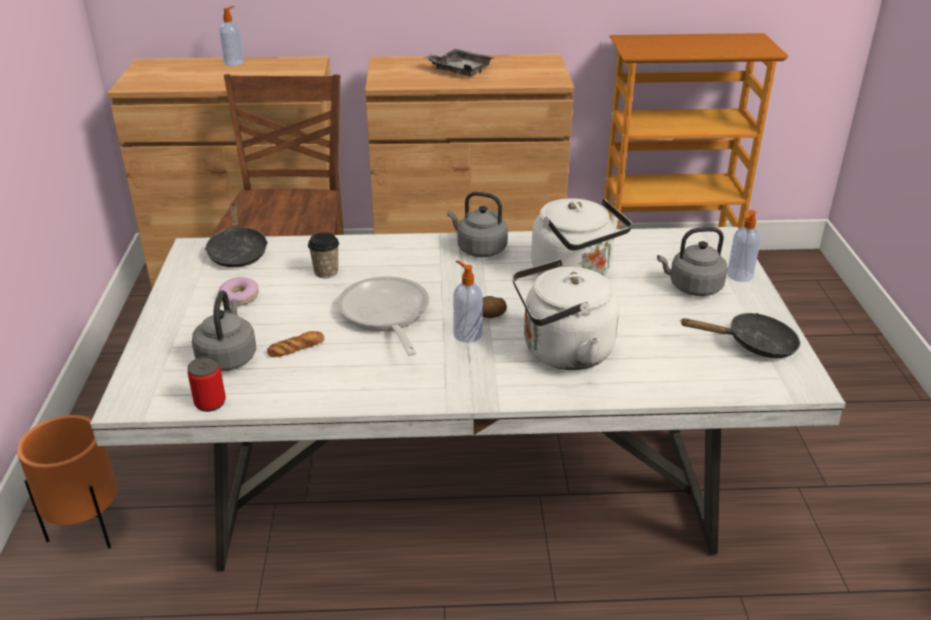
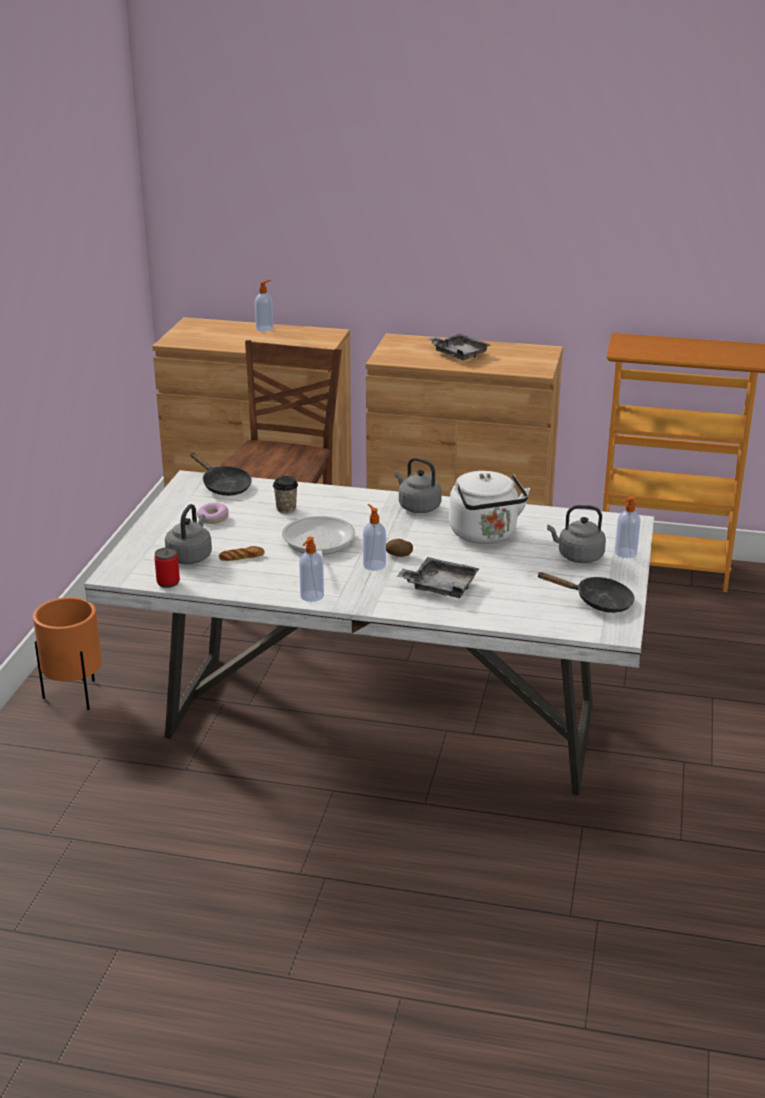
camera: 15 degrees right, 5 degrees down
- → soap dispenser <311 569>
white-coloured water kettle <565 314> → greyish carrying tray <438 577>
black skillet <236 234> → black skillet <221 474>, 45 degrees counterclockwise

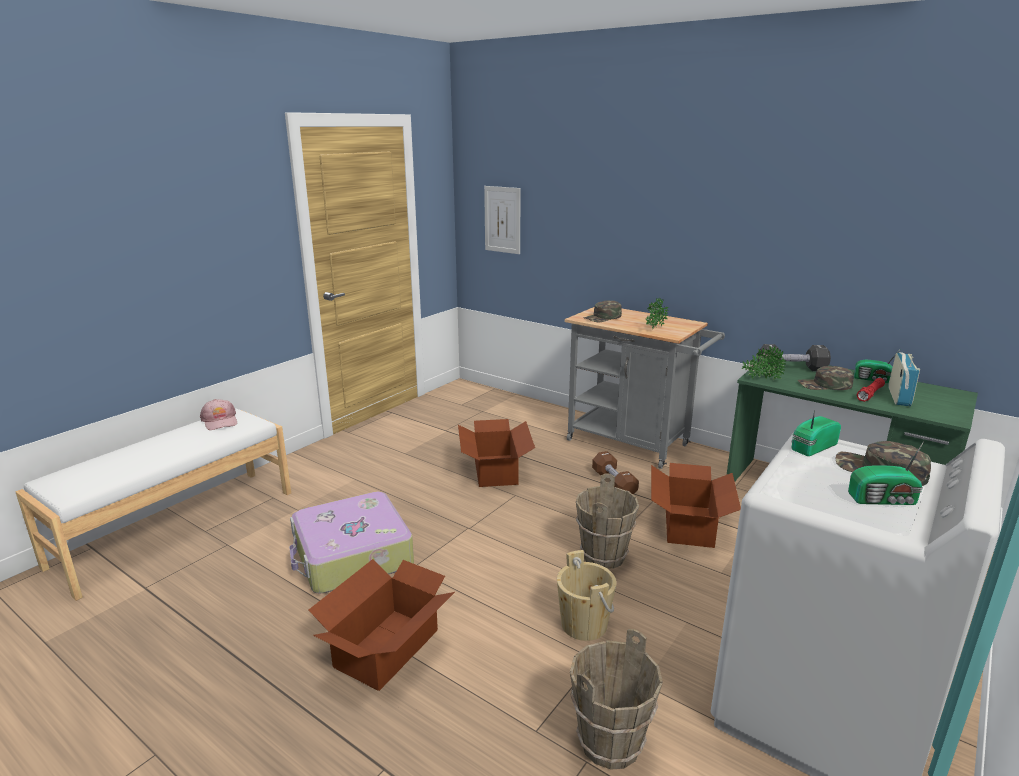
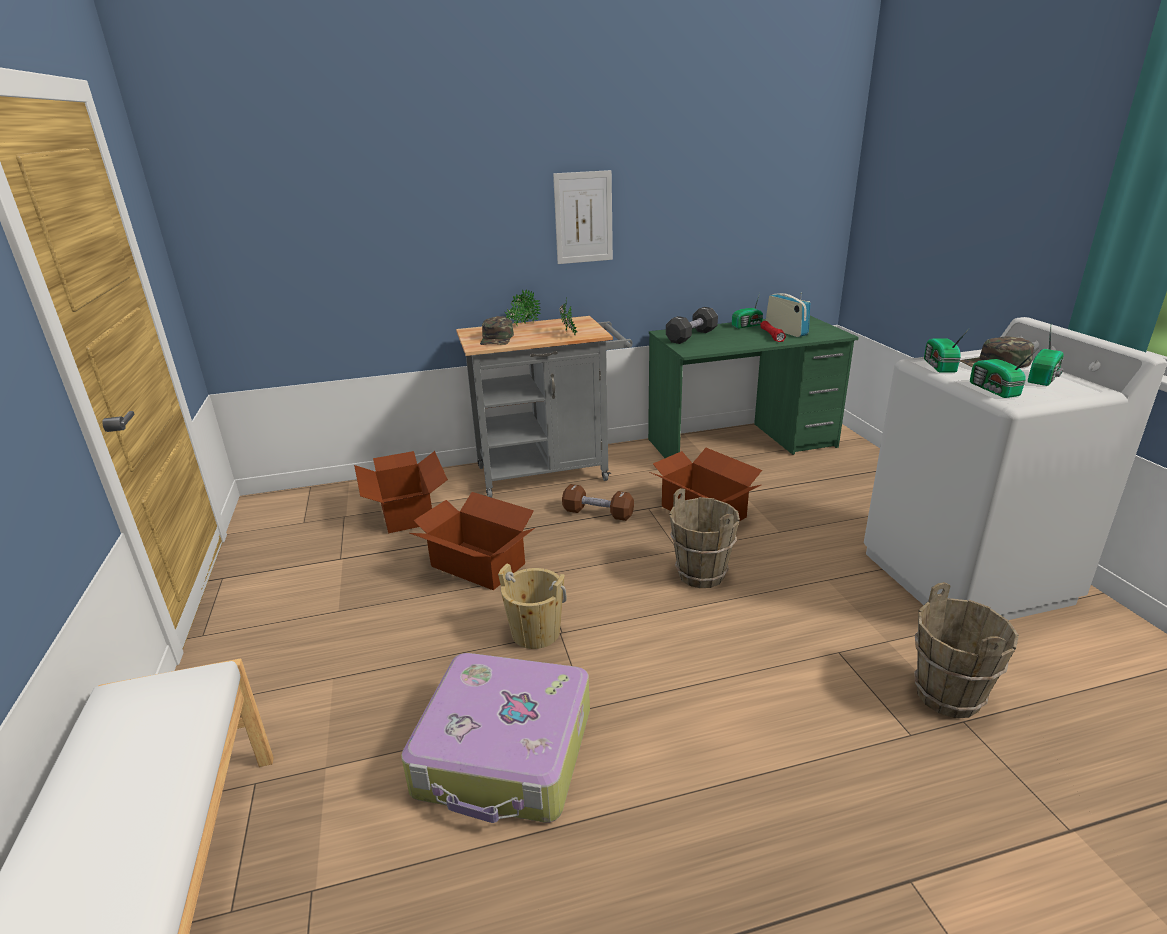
camera: 50 degrees left, 5 degrees up
pinkish peaked cap <218 414> → -
green-coloured peaked cap <826 378> → -
- → radio <1004 373>
carton <381 625> → carton <401 492>, relocated
wall art <502 220> → wall art <583 217>, relocated
beige pail <587 595> → beige pail <532 606>, relocated
potted plant <764 363> → potted plant <523 308>, relocated

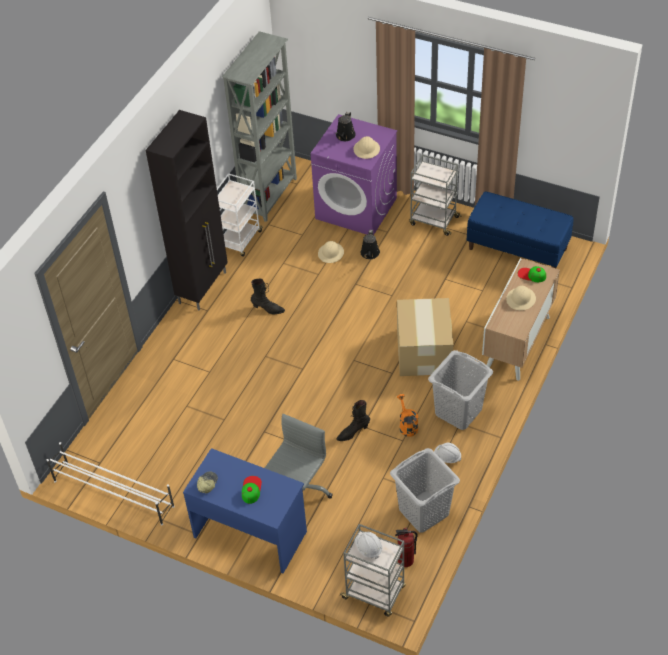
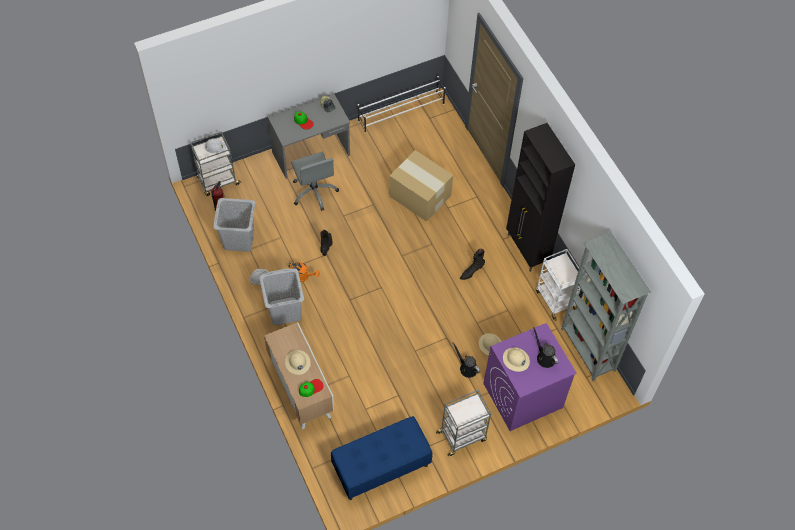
camera: 125 degrees right, 10 degrees up
carton <425 337> → carton <421 186>, relocated
bluish desk <245 510> → greyish desk <309 136>

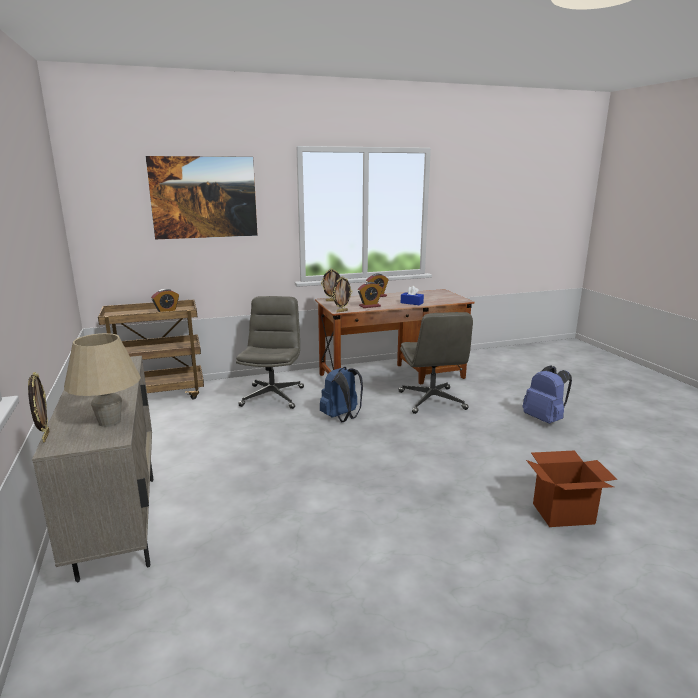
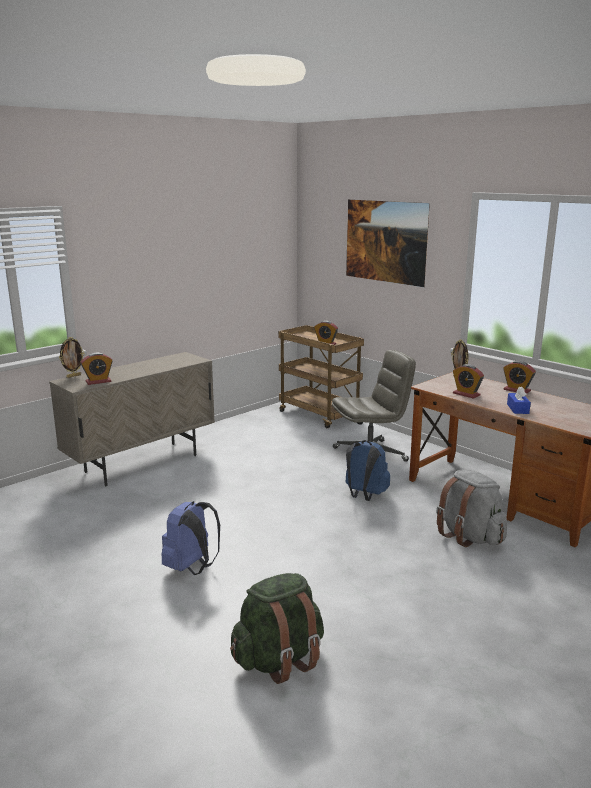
camera: 65 degrees right, 0 degrees up
photo frame <342 294> → -
bluish knapsack <547 395> → bluish knapsack <191 538>, relocated
beige tabletop lamp <102 380> → bedside clock <96 369>
greyish office chair <436 363> → greyish knapsack <471 508>
carton <571 488> → green-coloured knapsack <277 628>

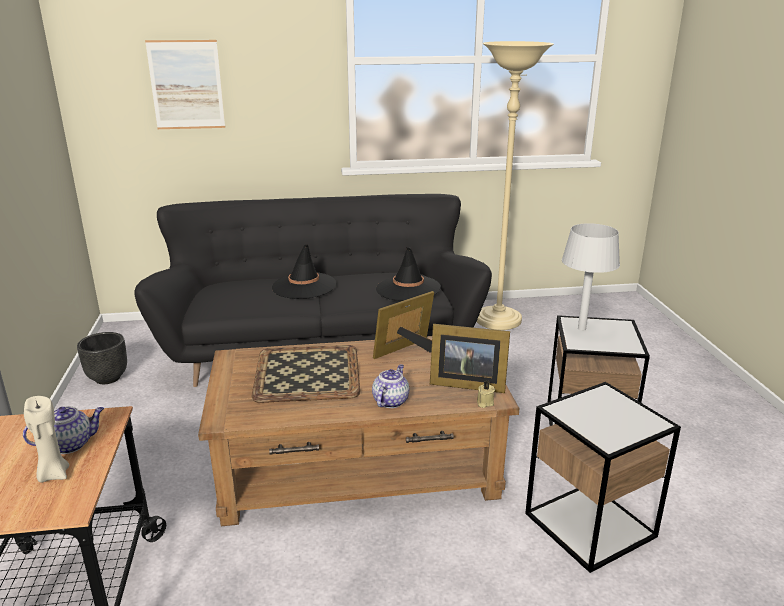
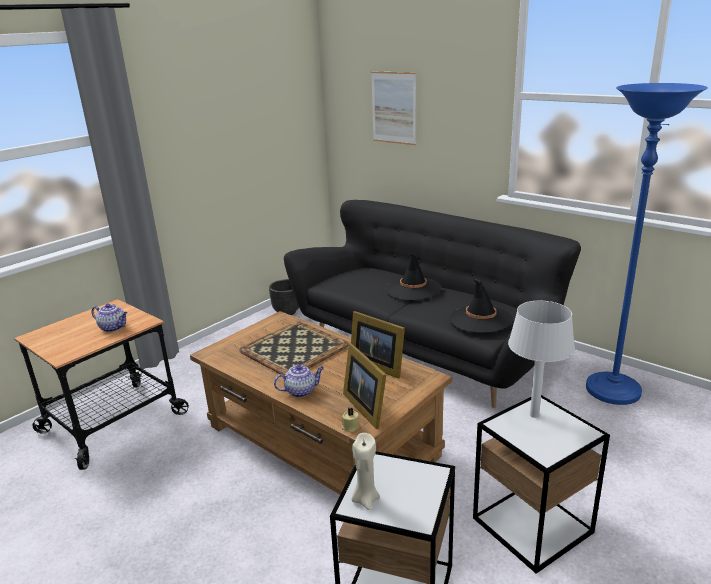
camera: 50 degrees right, 0 degrees up
beige wax candle <46 439> → beige wax candle <366 471>, relocated
beige standing lamp <515 185> → bluish standing lamp <647 244>
photo frame <403 325> → photo frame <378 345>, 150 degrees counterclockwise

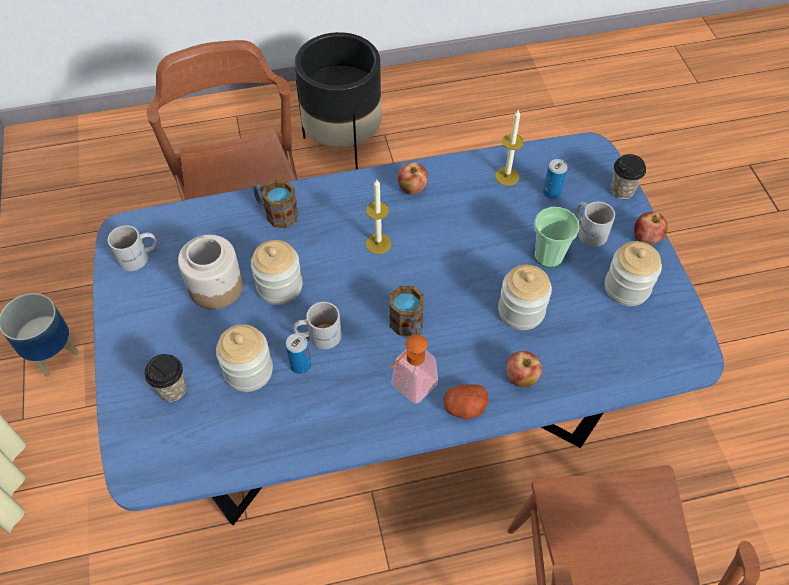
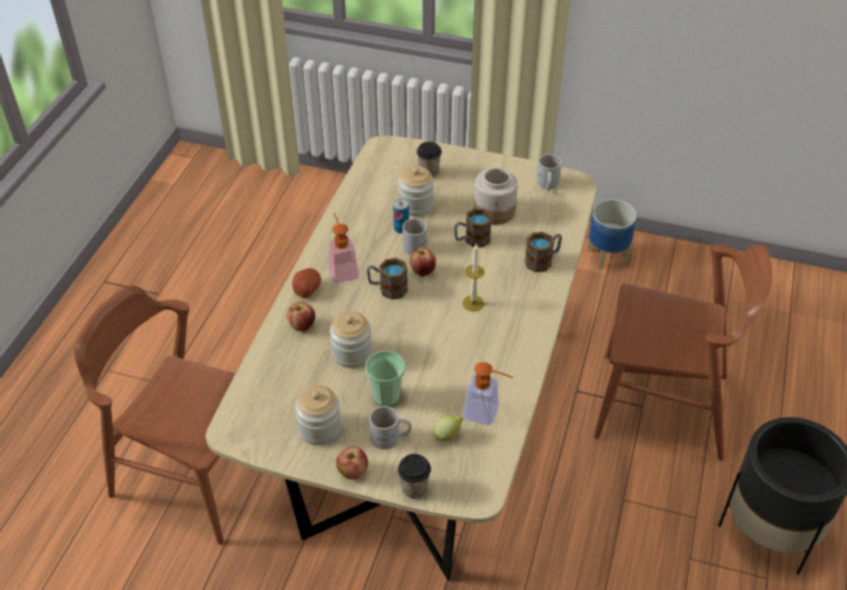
camera: 120 degrees right, 10 degrees down
apple fruit <412 178> → apple fruit <423 262>, relocated
storage jar <277 272> → mug <473 228>
wax candle <509 147> → soap dispenser <488 393>
metal can <555 179> → lemon <448 428>
bluish dinner table <408 329> → beige dinner table <401 358>

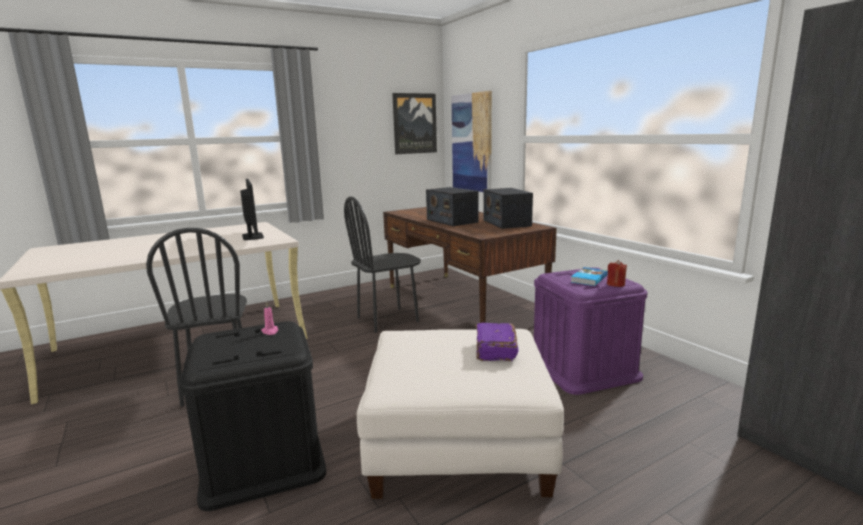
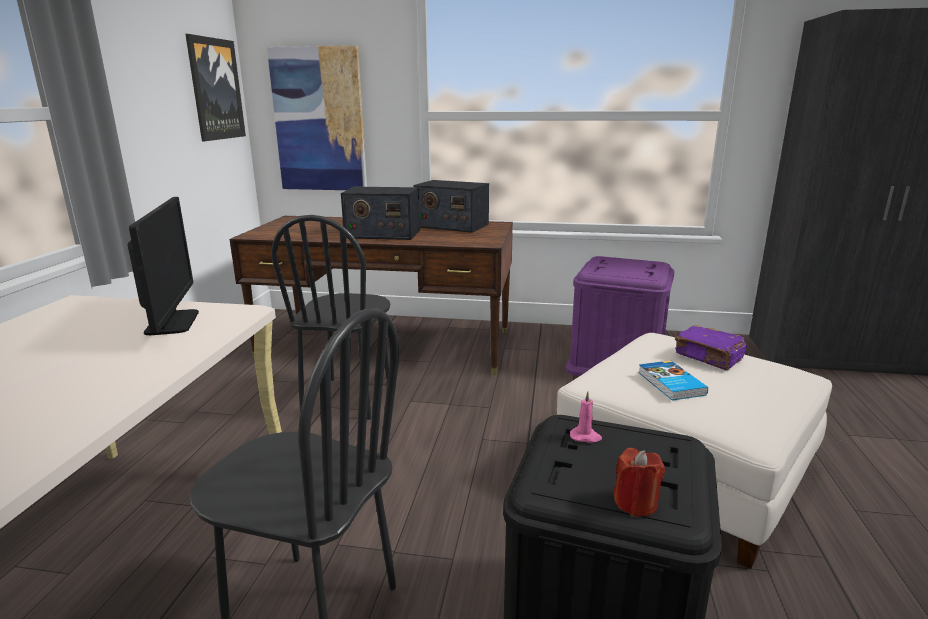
camera: 50 degrees left, 5 degrees up
bound book <589 276> → bound book <673 380>, relocated
reddish wax candle <617 273> → reddish wax candle <639 482>, relocated
monitor <252 209> → monitor <163 266>, 60 degrees clockwise

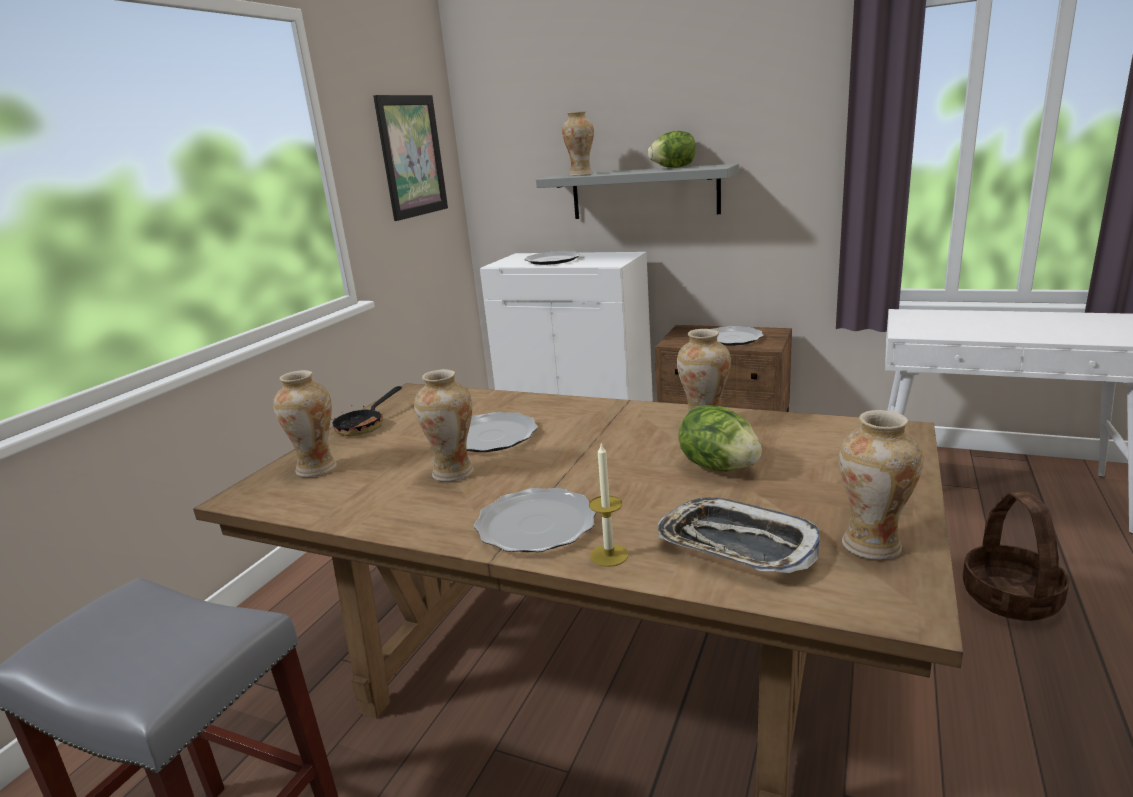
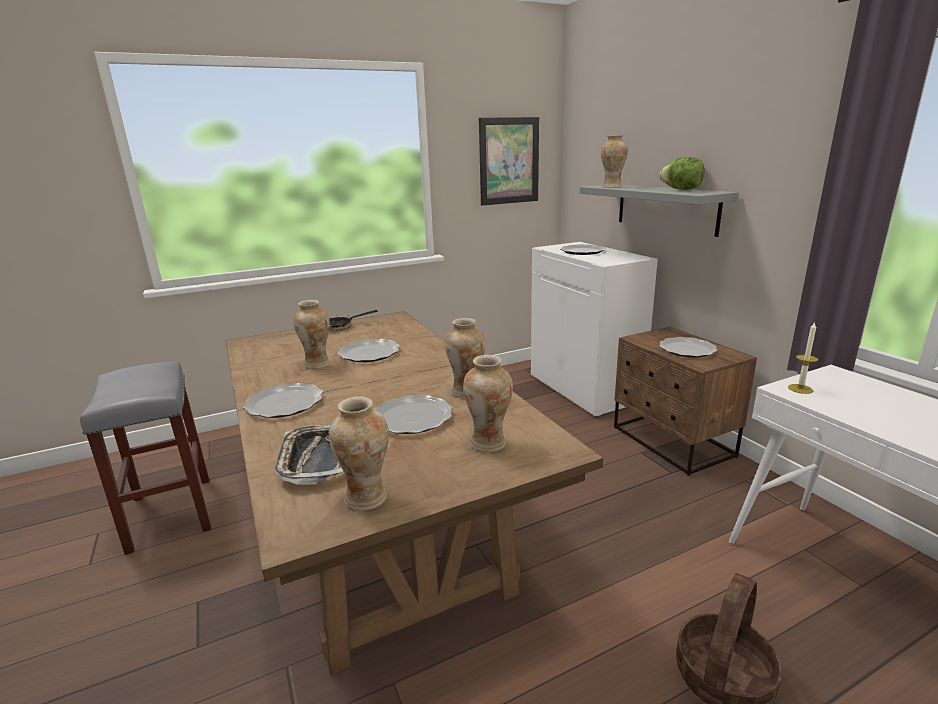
camera: 40 degrees right, 0 degrees up
vase <305 423> → vase <488 403>, relocated
wax candle <608 505> → wax candle <803 358>, relocated
lettuce <720 438> → flat dish <413 414>

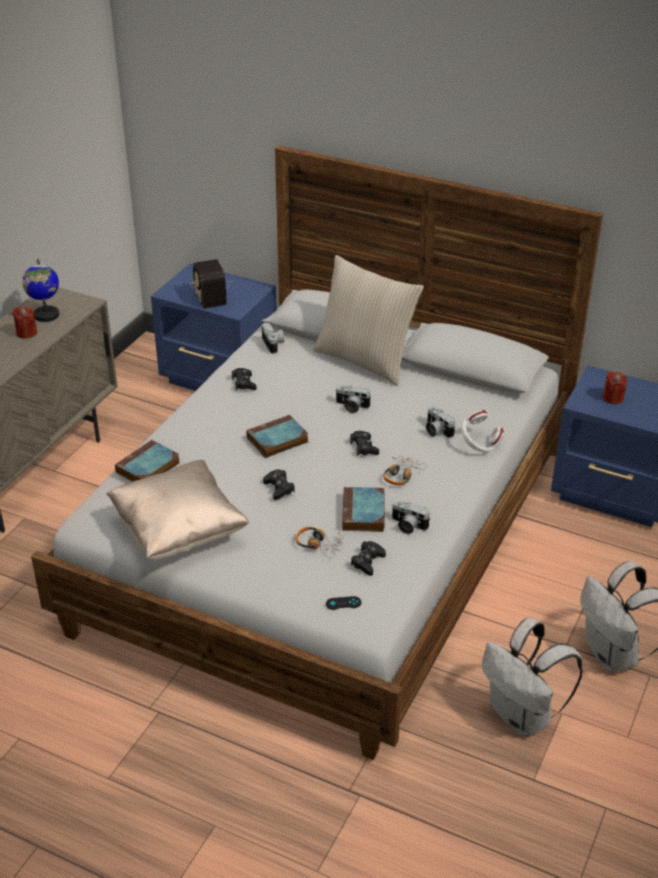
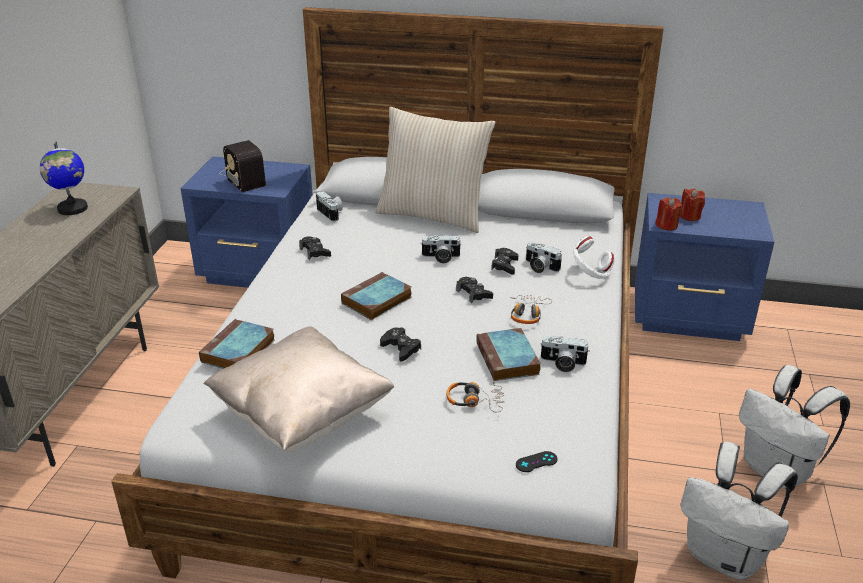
camera: 15 degrees left, 5 degrees down
reddish wax candle <25 322> → reddish wax candle <669 214>, relocated
black game controller <368 558> → black game controller <504 261>, relocated

